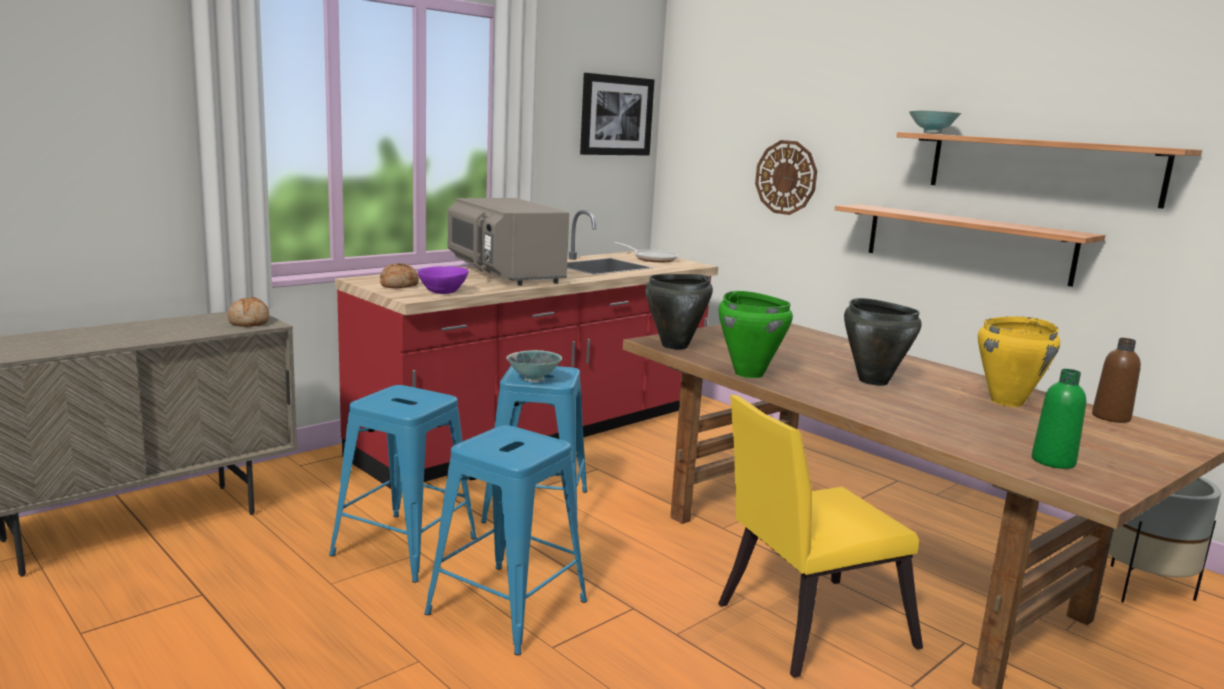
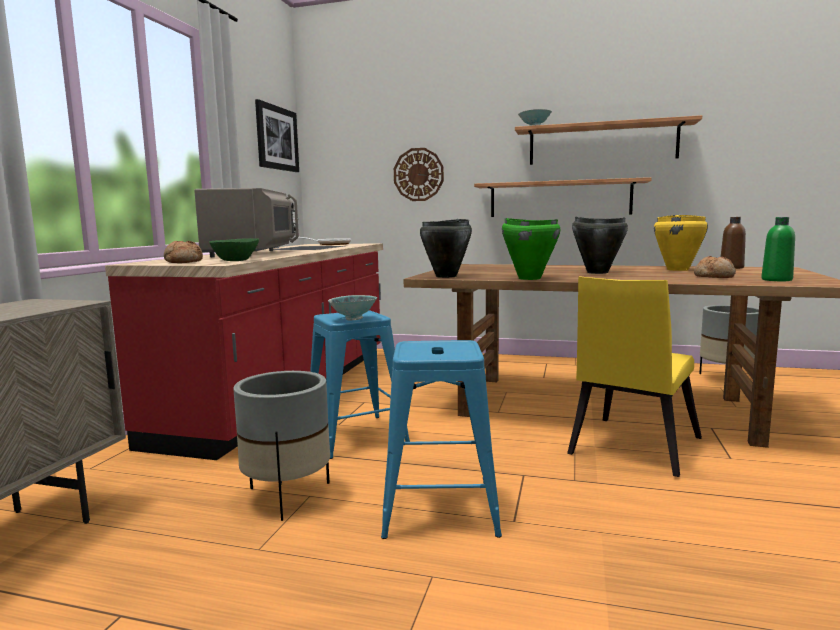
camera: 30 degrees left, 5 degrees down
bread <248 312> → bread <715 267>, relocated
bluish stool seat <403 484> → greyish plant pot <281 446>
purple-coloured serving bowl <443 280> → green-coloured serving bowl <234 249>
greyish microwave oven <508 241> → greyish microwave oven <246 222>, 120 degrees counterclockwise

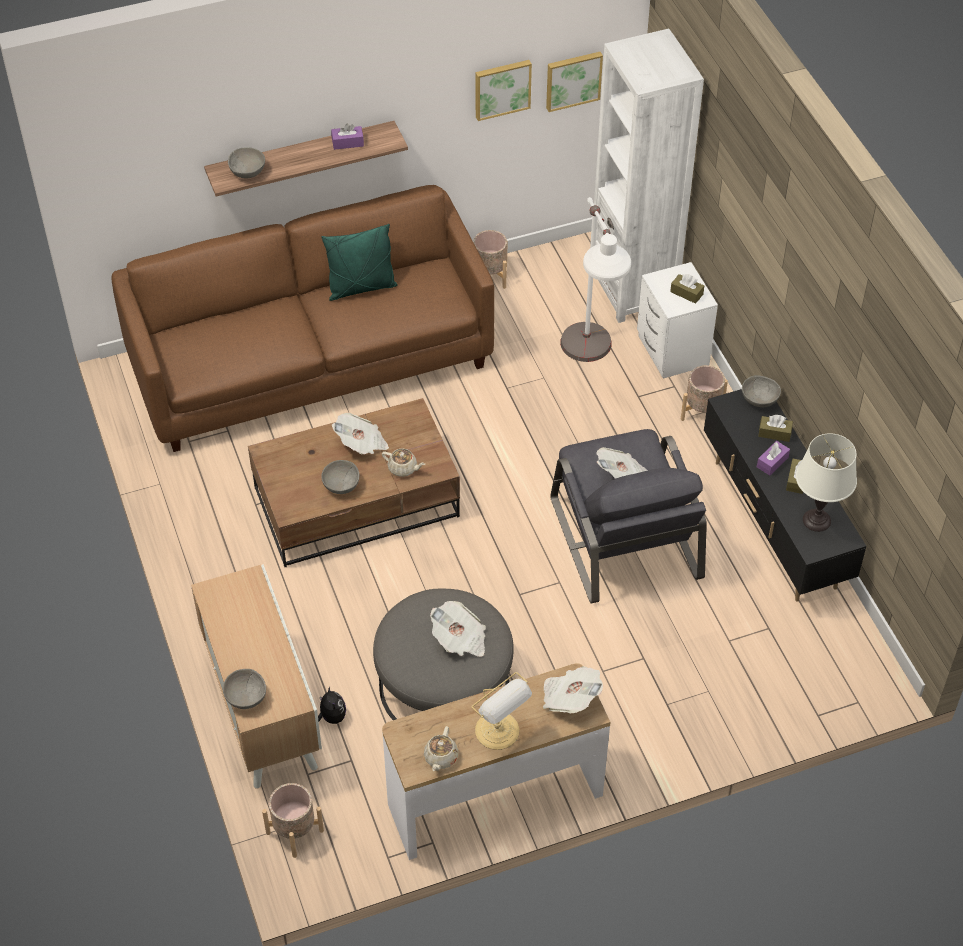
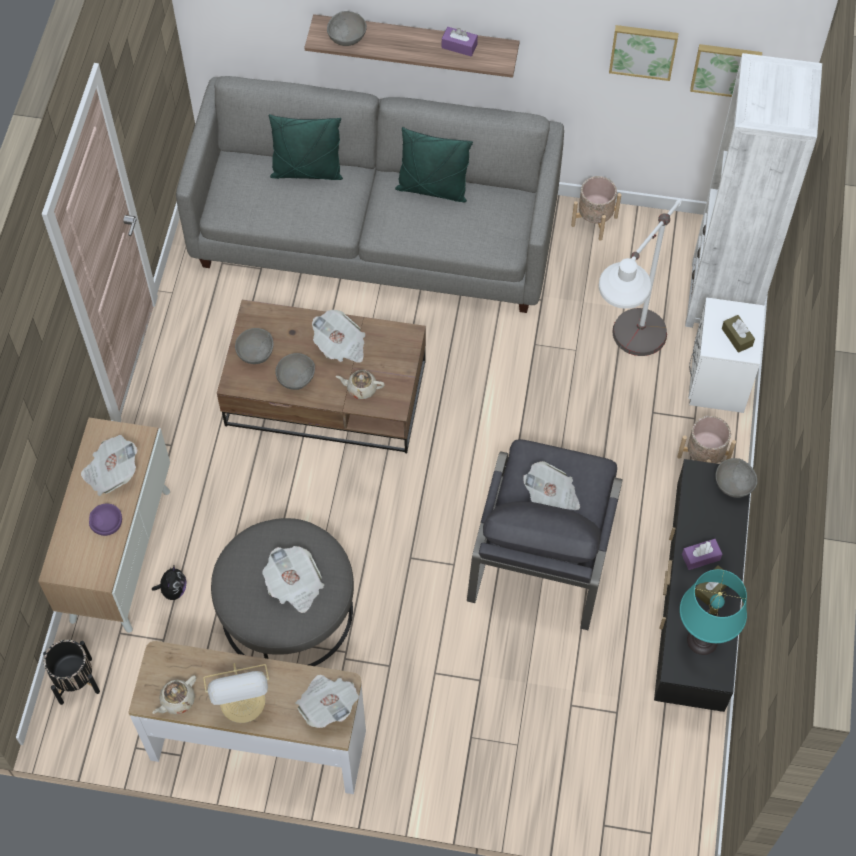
camera: 30 degrees right, 10 degrees up
brownish tissue holder <775 428> → -
- → daily paper <109 465>
- → purple-coloured serving bowl <105 520>
- → green-coloured throw pillow <306 147>
greyish serving bowl <244 689> → greyish serving bowl <254 346>, relocated
brownish settee <303 318> → greyish settee <370 194>
beige plant pot <293 820> → black plant pot <71 672>
white-coloured tabletop lamp <826 482> → turquoise tabletop lamp <713 612>
beige tea pot <403 462> → beige tea pot <360 384>, 135 degrees clockwise

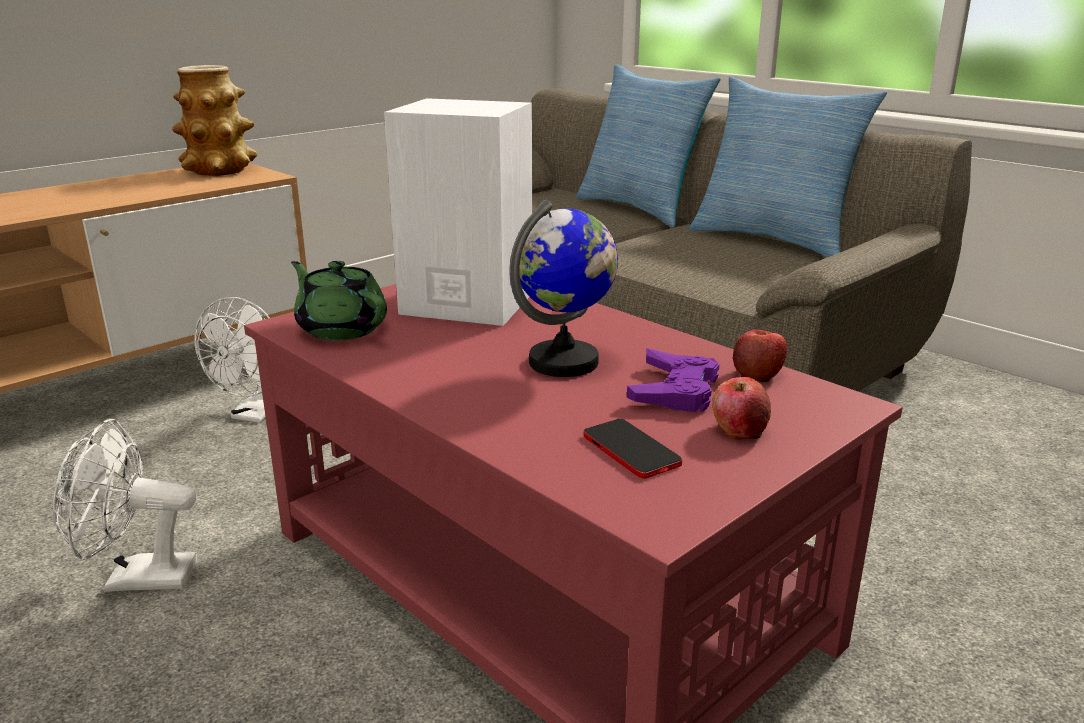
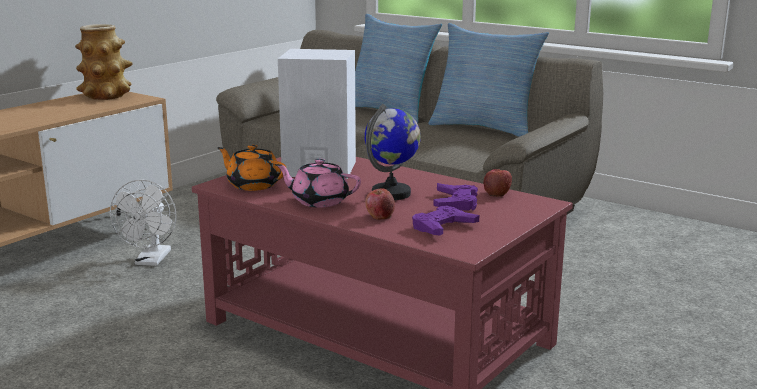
camera: 10 degrees left, 5 degrees down
white-coloured electric fan <125 505> → -
- → pinkish tea pot <318 183>
apple fruit <741 408> → apple fruit <380 204>, relocated
phone <633 449> → purple-coloured game controller <445 220>
green-coloured tea pot <339 300> → orange tea pot <252 168>

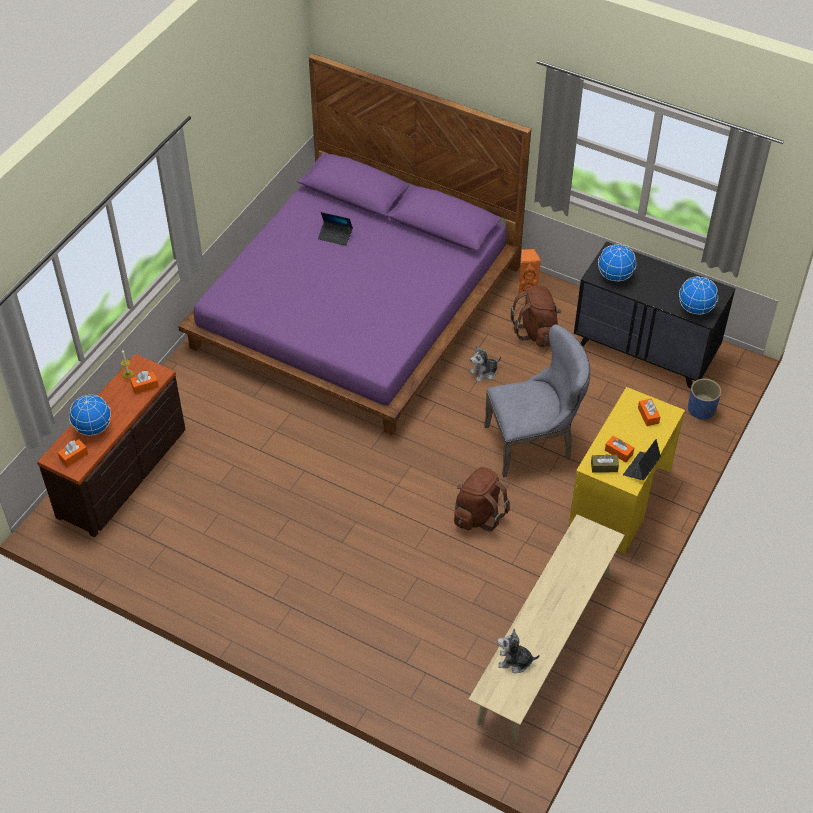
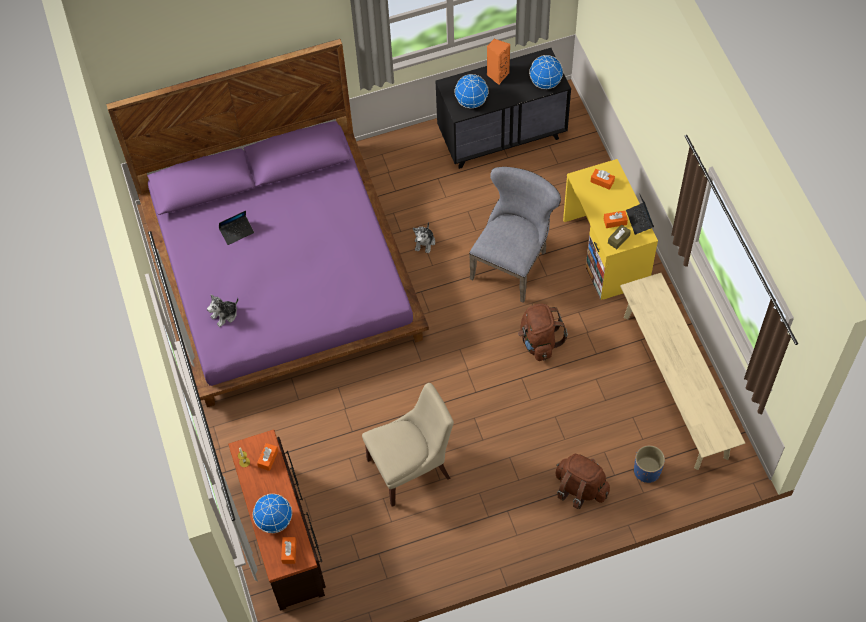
camera: 45 degrees left, 10 degrees up
- → beige plain chair <408 445>
plush toy <518 650> → plush toy <222 310>, relocated
brownish knapsack <536 316> → brownish knapsack <582 481>, relocated
orange audio speaker <529 271> → orange audio speaker <498 62>, relocated
bluish plant pot <704 399> → bluish plant pot <649 464>, relocated

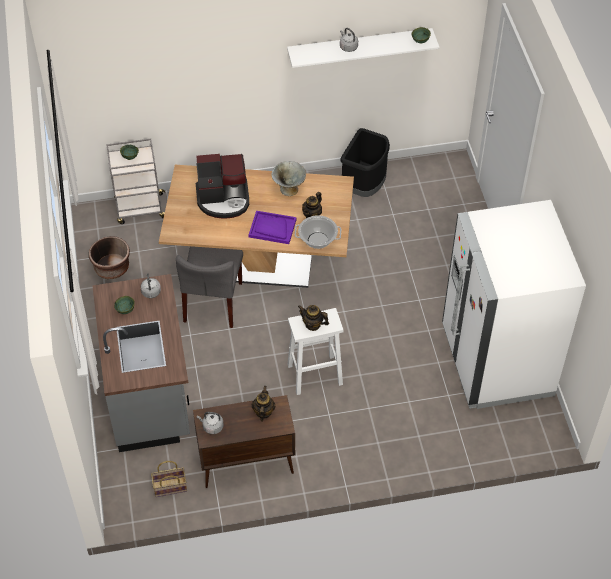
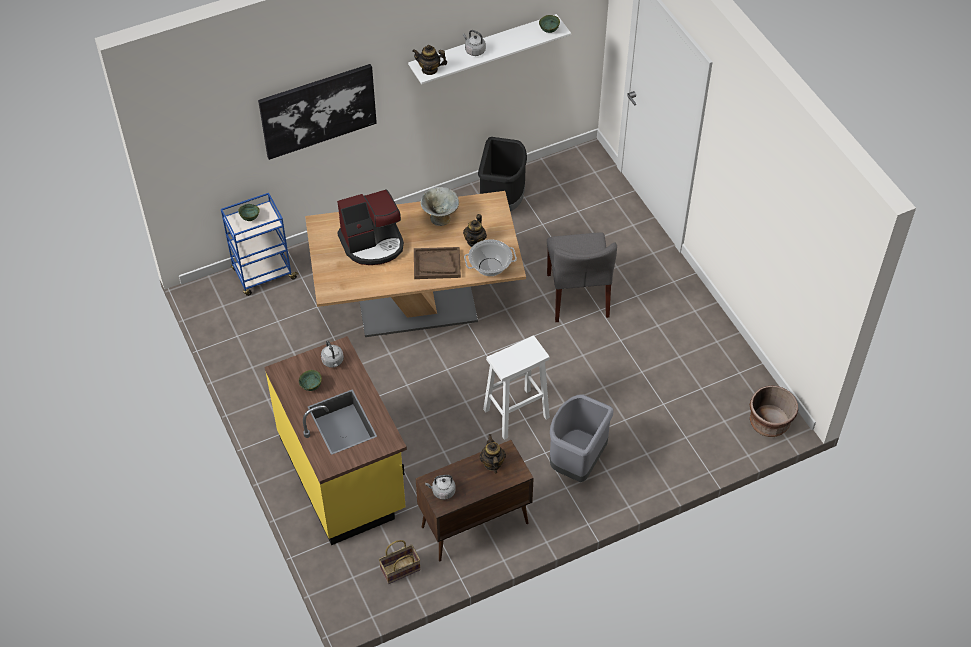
camera: 15 degrees left, 0 degrees up
white-coloured kitchen fridge <514 304> → -
- → wall art <317 112>
- → greyish rubbish bin <581 438>
brownish plant pot <109 257> → brownish plant pot <774 411>, relocated
greyish plain chair <209 287> → greyish plain chair <582 277>, relocated
tea pot <313 318> → tea pot <429 60>, relocated
greyish kitchen base unit <141 363> → yellow kitchen base unit <335 440>
greyish cart <135 181> → bluish cart <260 244>
purple-coloured carrying tray <272 227> → brownish carrying tray <437 263>

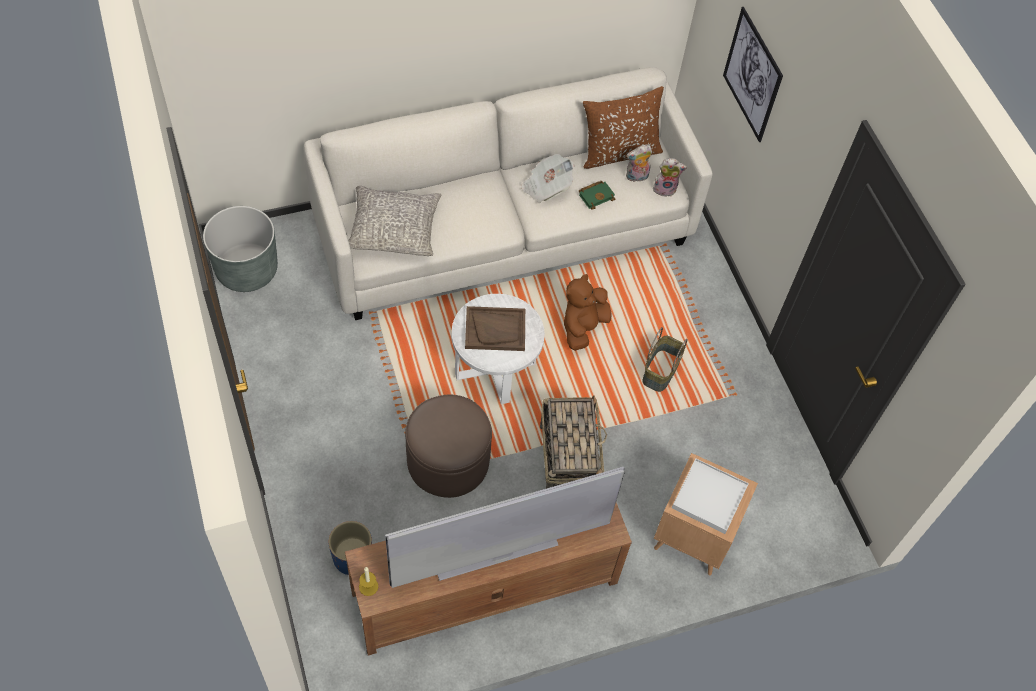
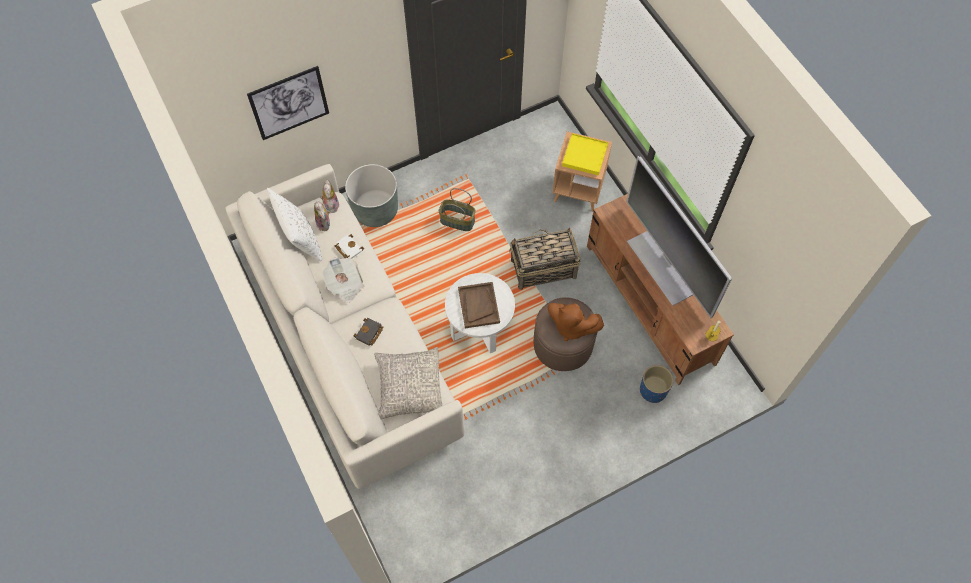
camera: 95 degrees left, 5 degrees up
- → black bound book <368 332>
greyish plant pot <240 249> → greyish plant pot <371 195>, relocated
brownish plush toy <588 312> → brownish plush toy <575 322>, relocated
green-coloured bound book <597 195> → white-coloured bound book <349 246>
brownish throw pillow <623 127> → white-coloured throw pillow <294 224>
white-coloured carrying tray <710 496> → yellow carrying tray <585 154>

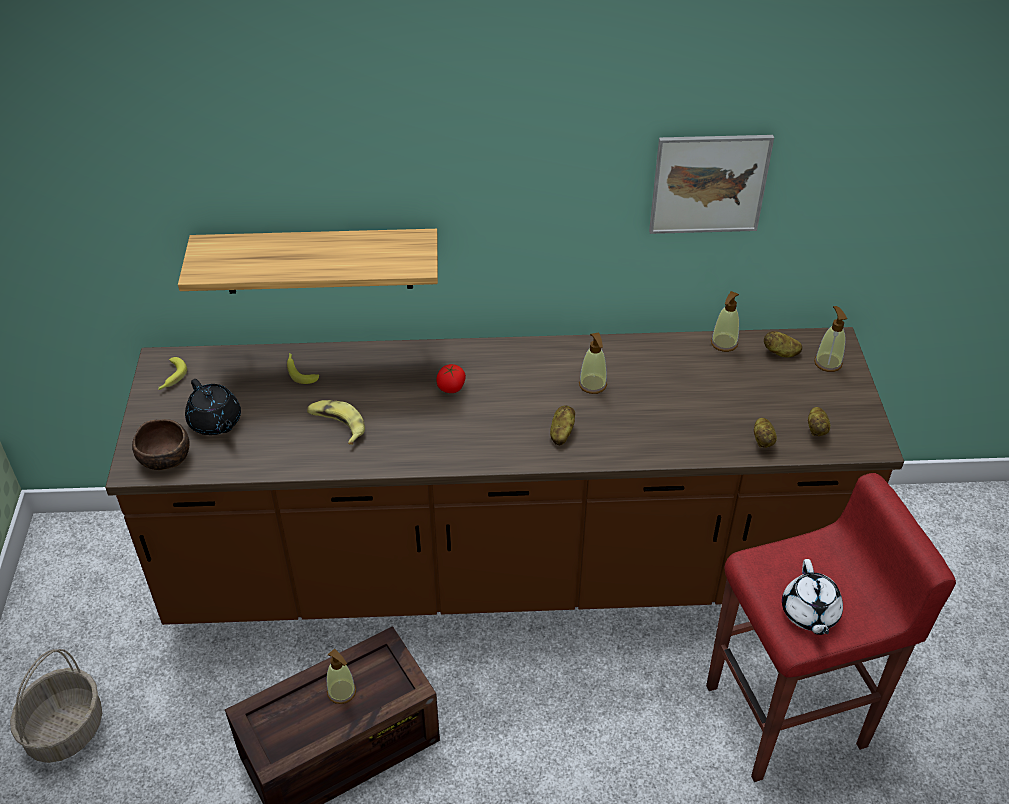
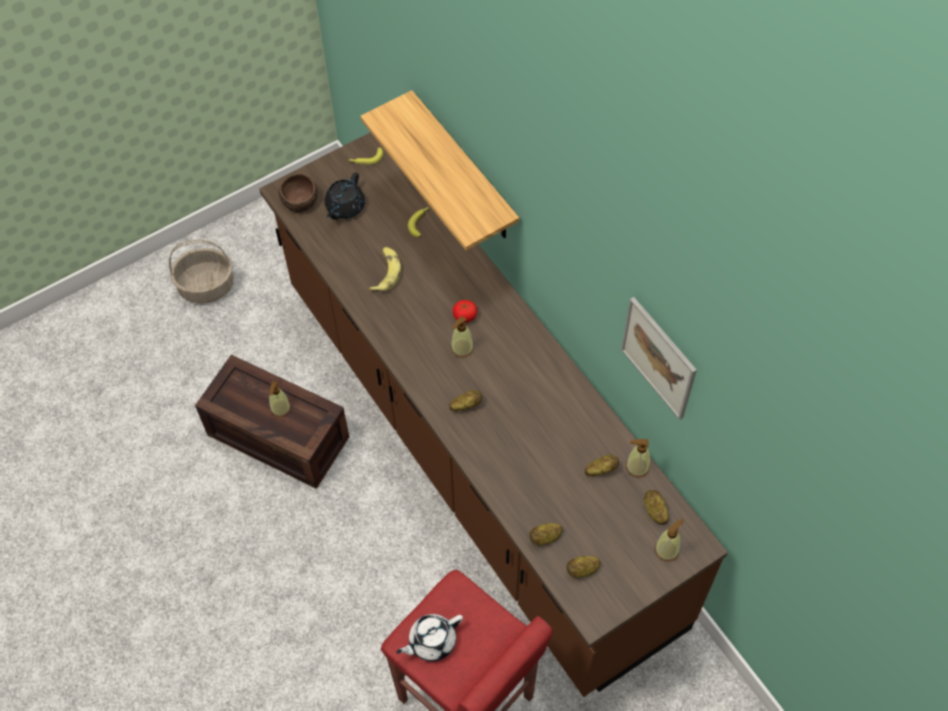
camera: 60 degrees right, 15 degrees up
- → spud <602 465>
soap dispenser <593 363> → soap dispenser <462 337>, relocated

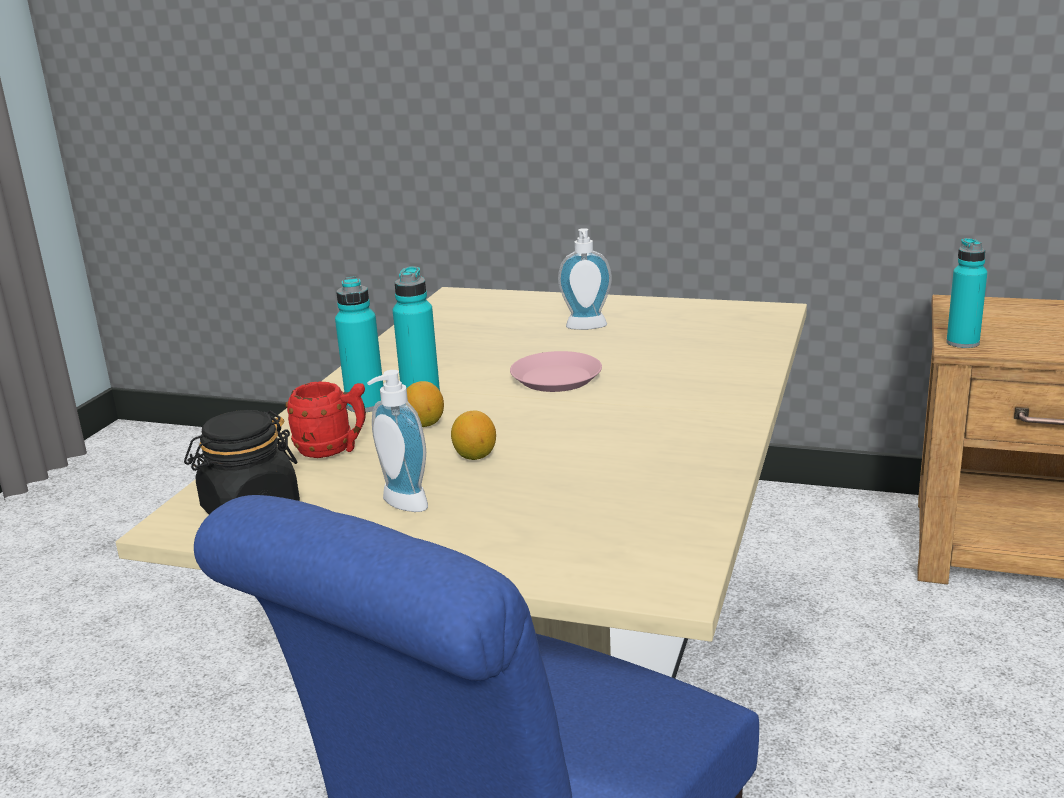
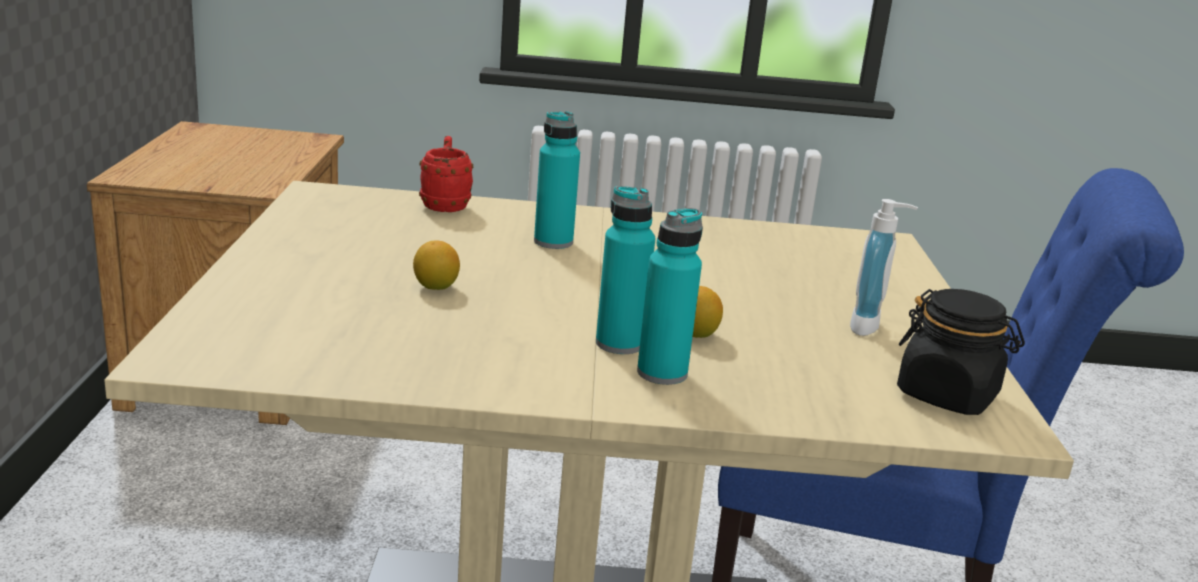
camera: 110 degrees left, 0 degrees up
pinkish flat dish <556 371> → -
soap dispenser <585 279> → -
reddish mug <326 419> → reddish mug <446 174>, relocated
lemon <473 435> → lemon <436 265>, relocated
turquoise bottle <966 293> → turquoise bottle <557 180>, relocated

